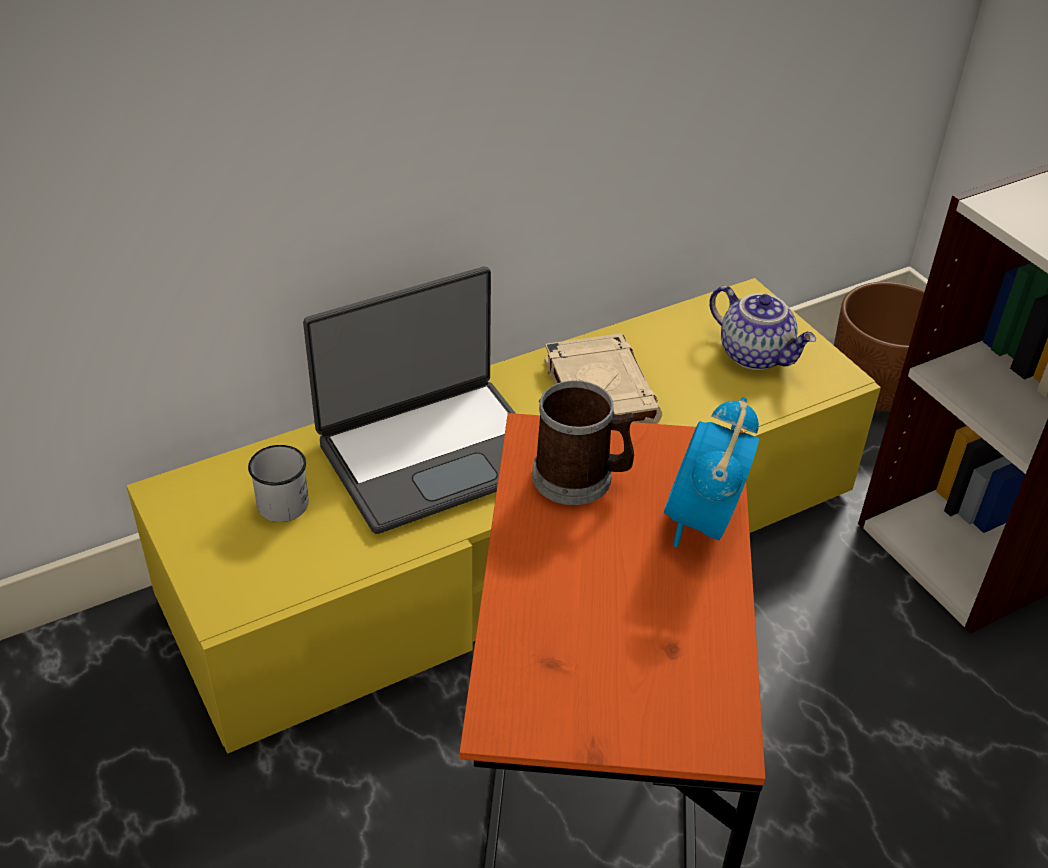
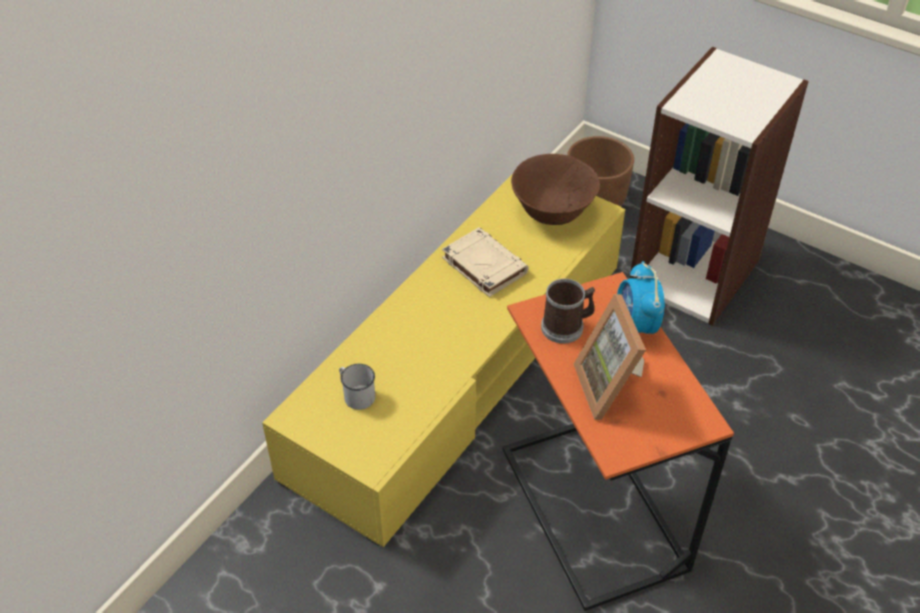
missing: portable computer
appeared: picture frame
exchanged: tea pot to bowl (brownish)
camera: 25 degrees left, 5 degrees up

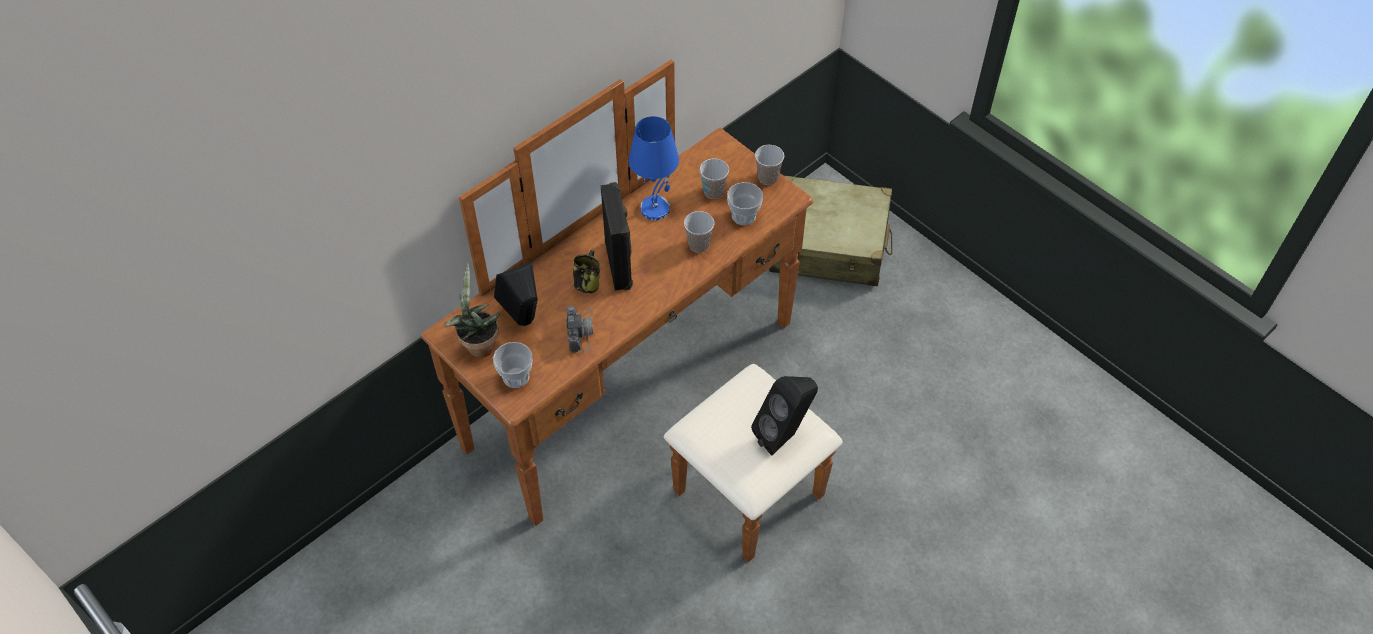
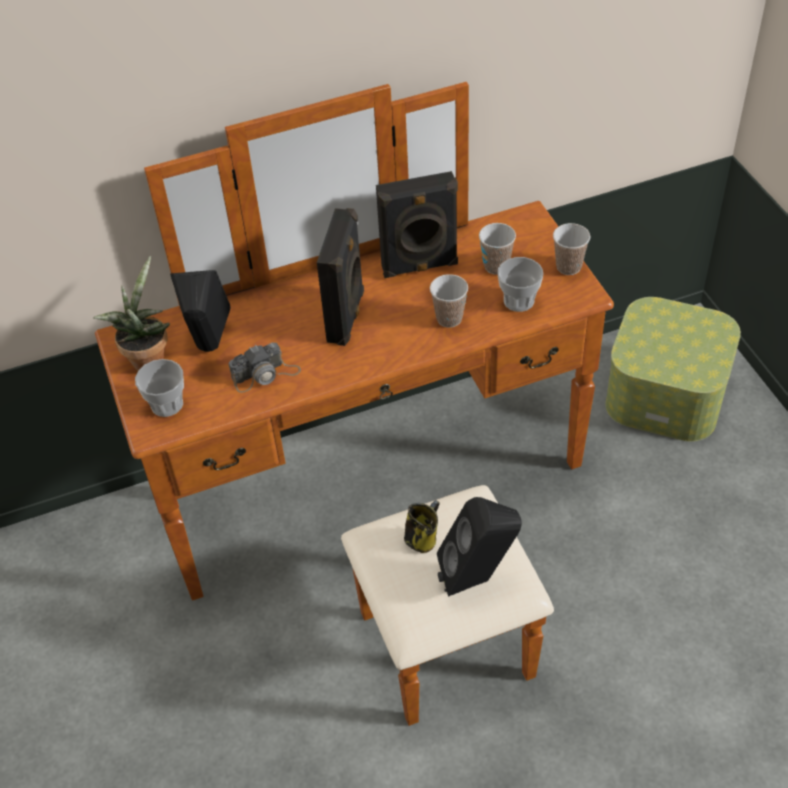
relocated: mug
exchanged: table lamp (bluish) to speaker (black) (no. 3 from left); travel case (beige-coloured) to storage bin
spun: still camera 45 degrees clockwise
camera: 25 degrees right, 5 degrees down

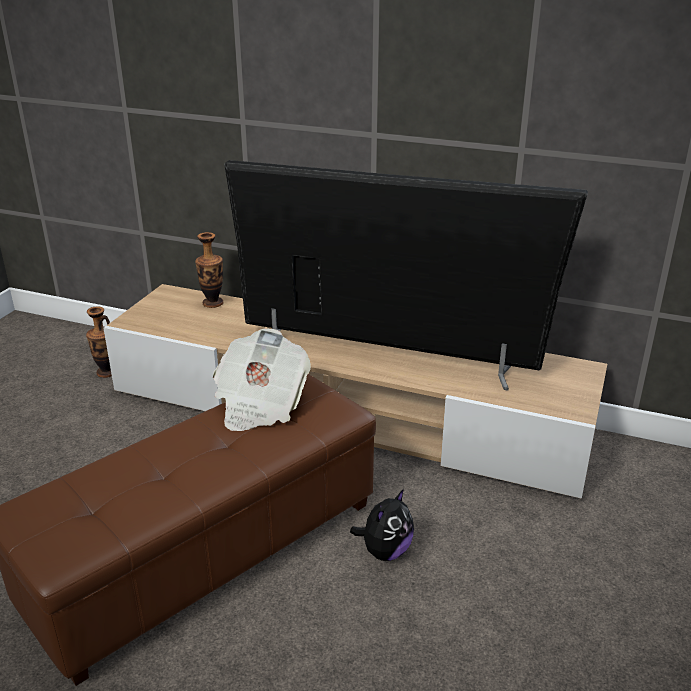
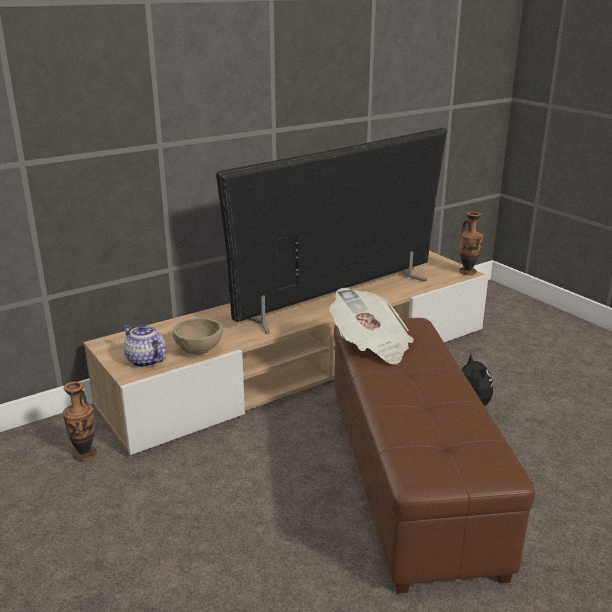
appeared: bowl (beige-coloured); tea pot
relocated: vase (no. 2 from left)
camera: 55 degrees left, 5 degrees down

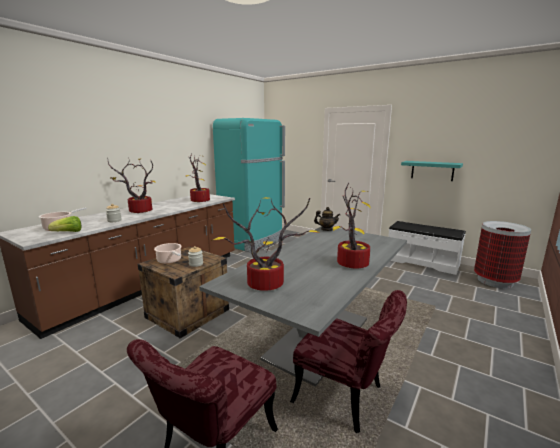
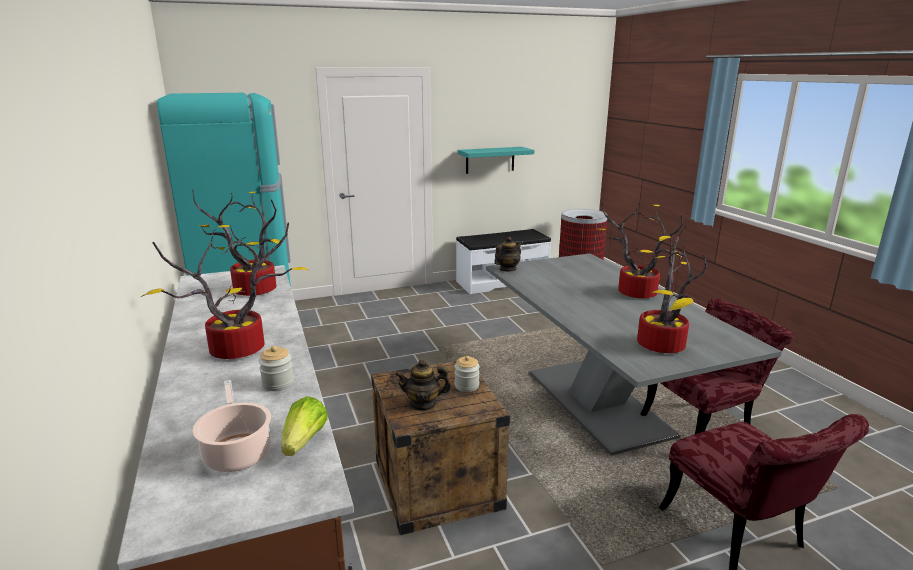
exchanged: saucepot (no. 2 from left) to tea pot (no. 1 from left)
camera: 55 degrees left, 5 degrees up

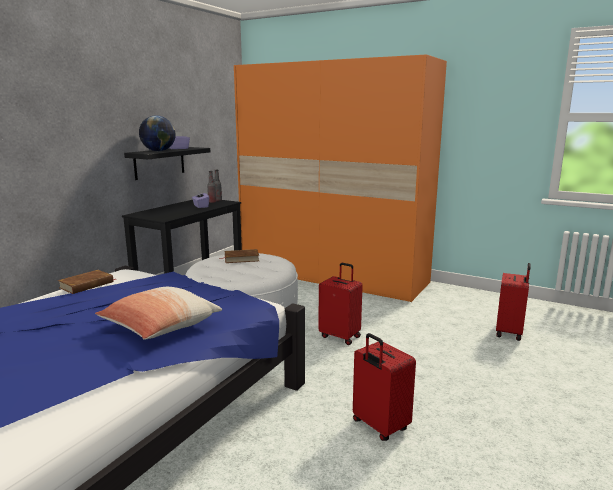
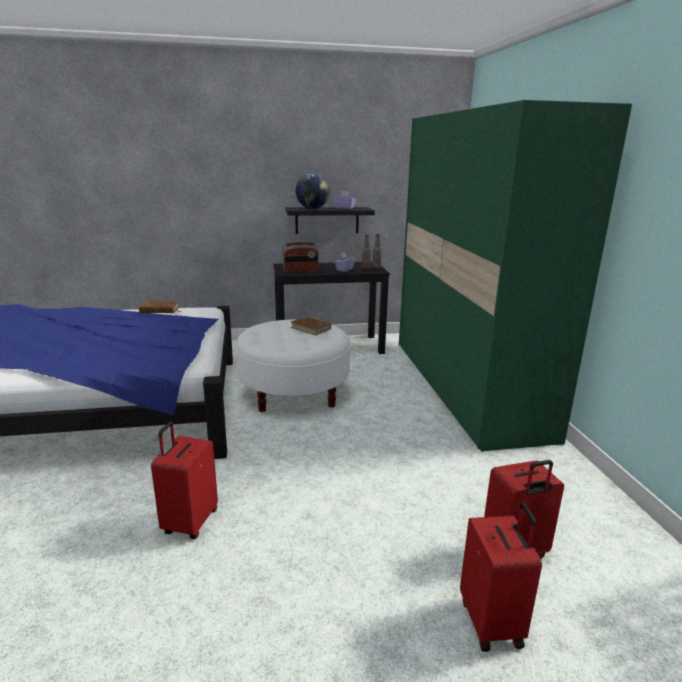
missing: throw pillow
appeared: radio set
relocated: travel case (red-coloured) (no. 1 from left in the first image) to travel case (red-coloured) (no. 2 from left)
colour: clothes cupboard (orangey) to clothes cupboard (greenish)
camera: 50 degrees right, 5 degrees up

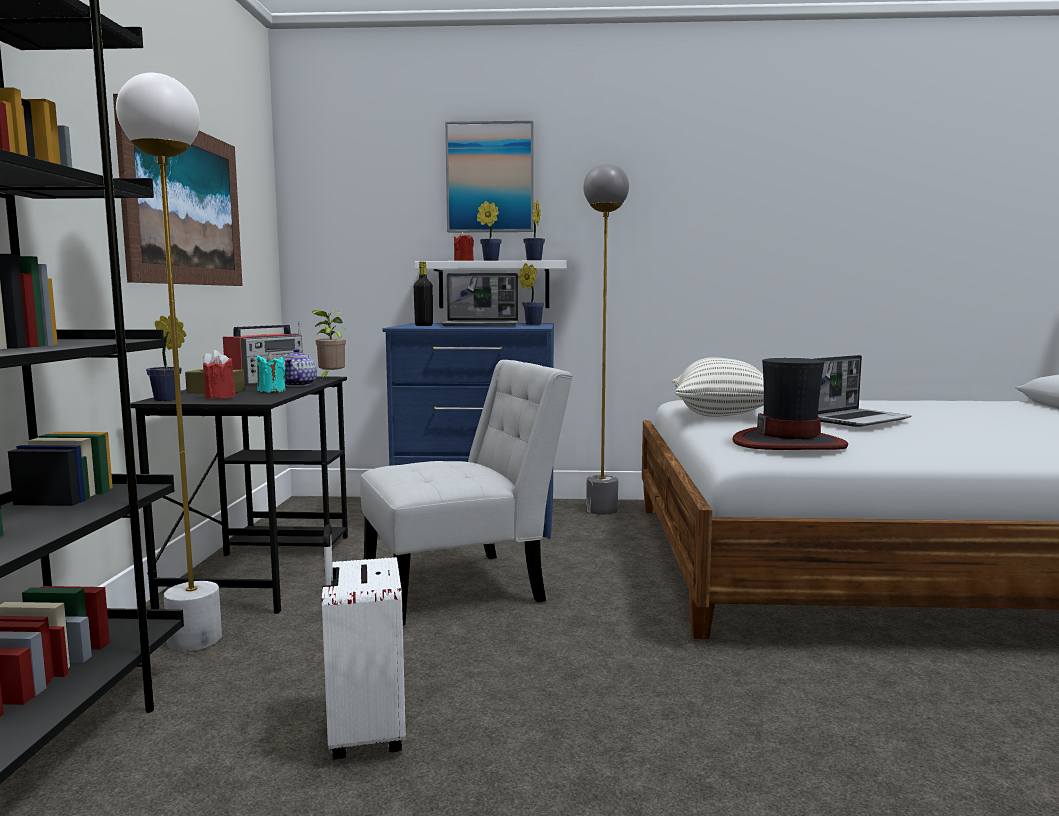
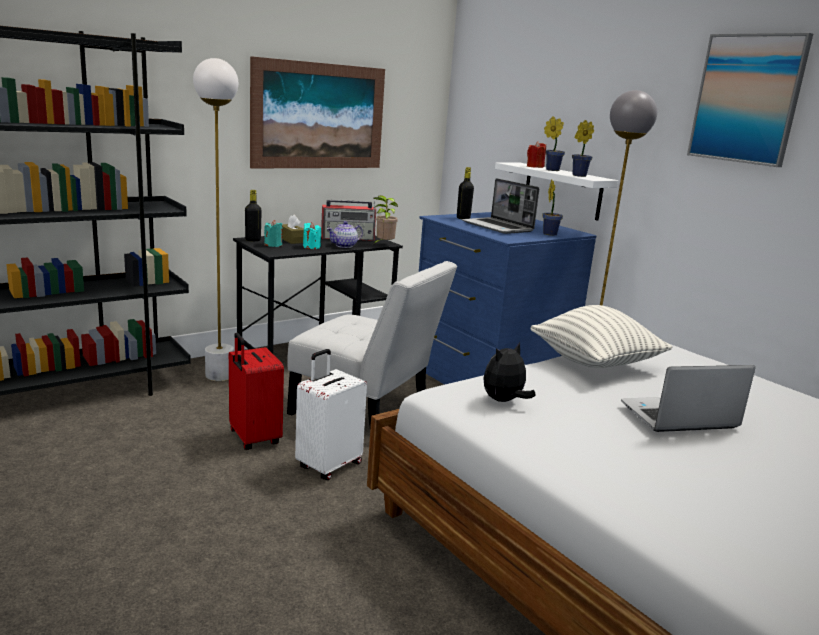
appeared: travel case (red-coloured)
relocated: wall picture (no. 2 from left); travel case (white)
exchanged: potted plant (no. 1 from left) to bottle (black) (no. 1 from left); clothing hat to plush toy
colour: wax candle (red-coloured) (no. 1 from left) to wax candle (turquoise-coloured) (no. 1 from left)
spun: portable computer (no. 2 from left) 150 degrees clockwise
camera: 50 degrees right, 10 degrees up

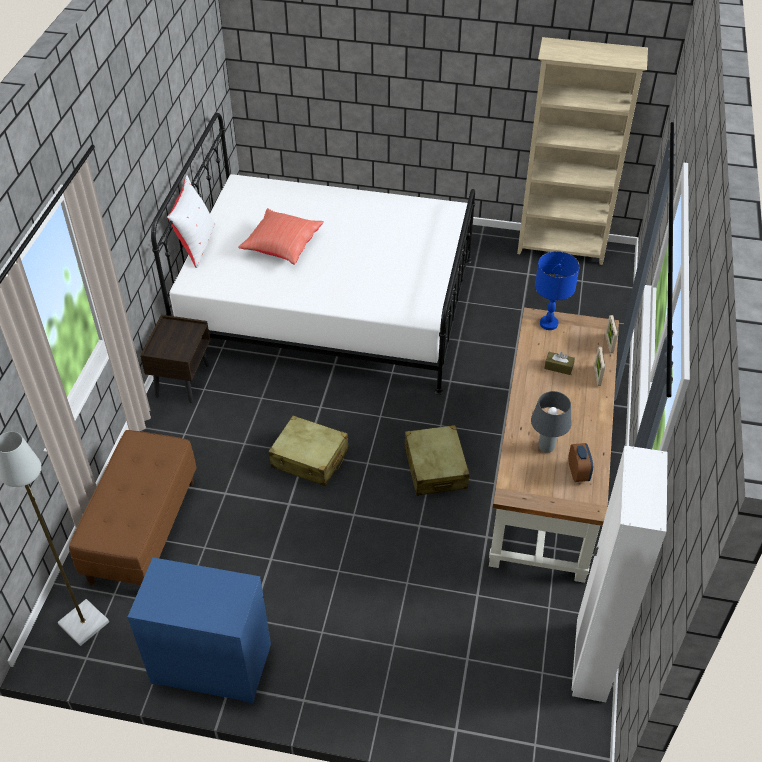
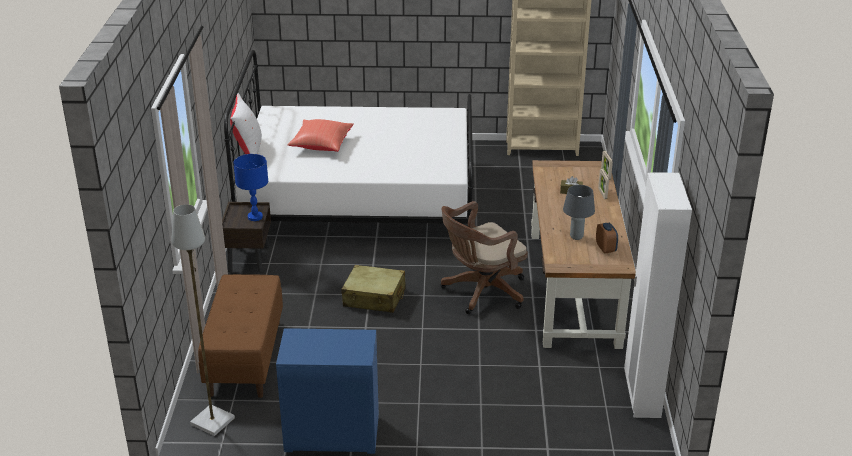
relocated: table lamp (bluish)
exchanged: travel case (beige-coloured) (no. 2 from left) to desk chair (brownish)
camera: 10 degrees left, 15 degrees down

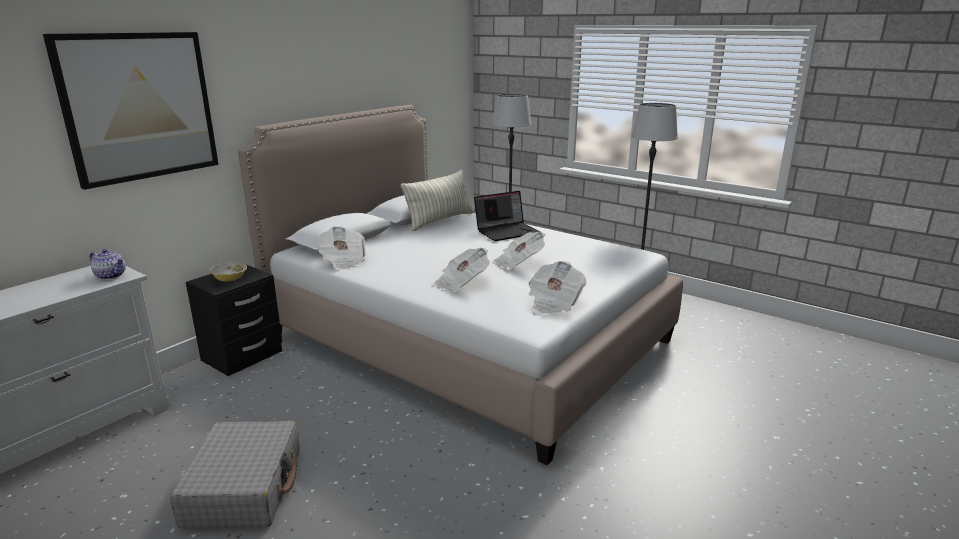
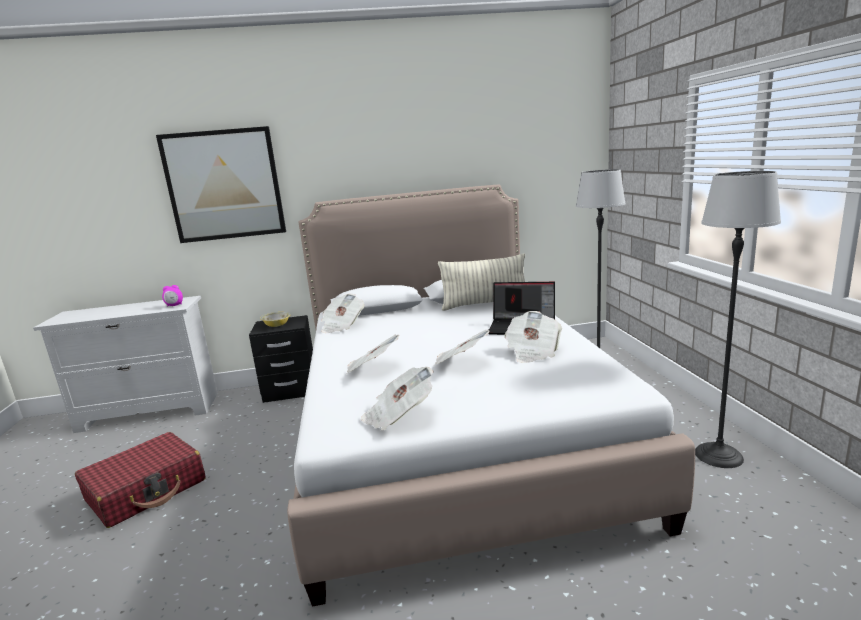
appeared: daily paper (no. 5 from left)
exchanged: tea pot to alarm clock
colour: travel case (gray) to travel case (red-coloured)
camera: 45 degrees right, 5 degrees down

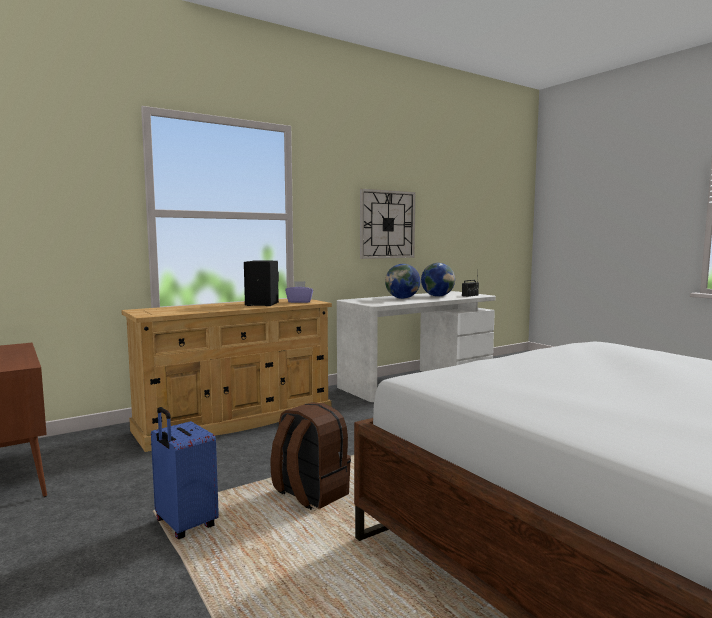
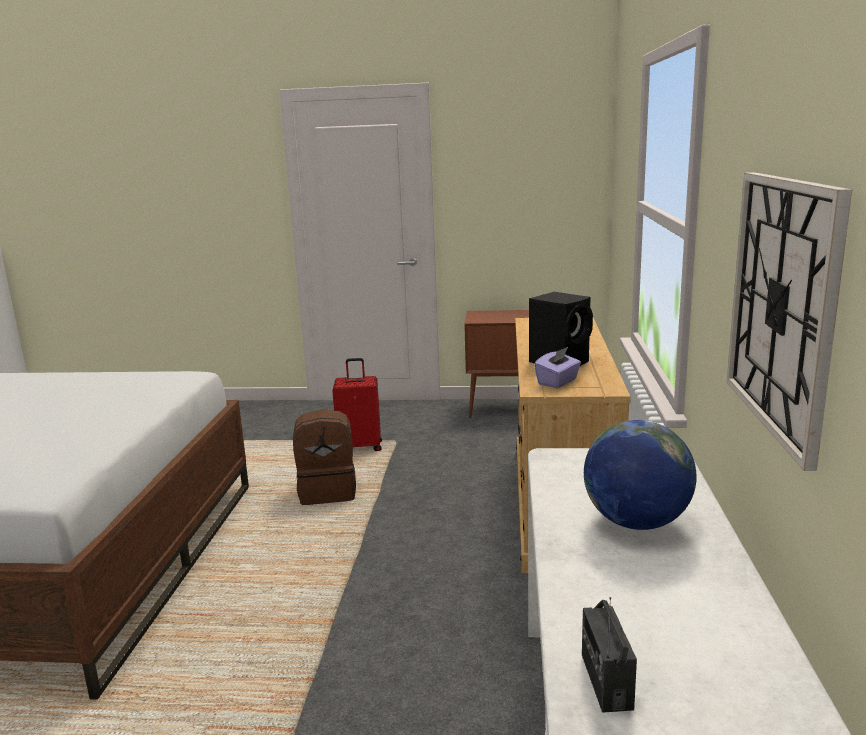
missing: desk globe (no. 2 from left)
colour: travel case (bluish) to travel case (red-coloured)
camera: 130 degrees right, 10 degrees up

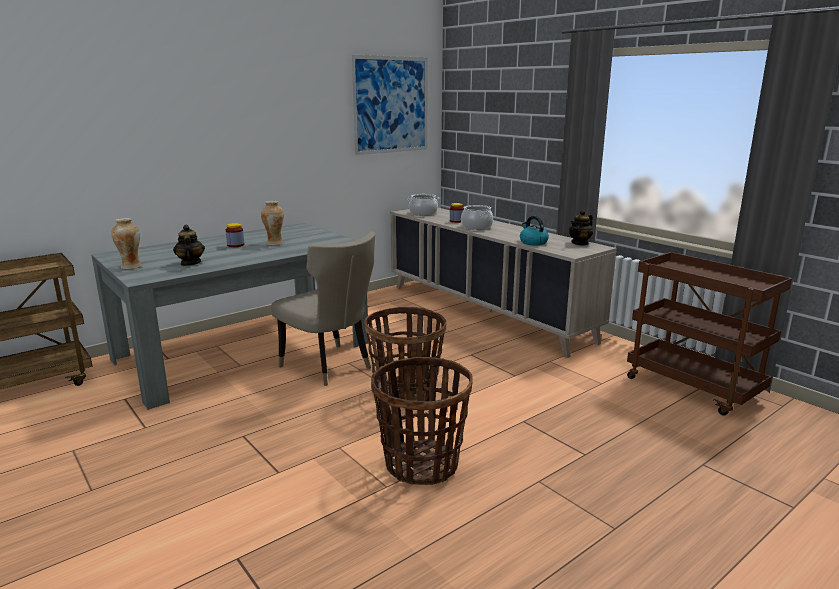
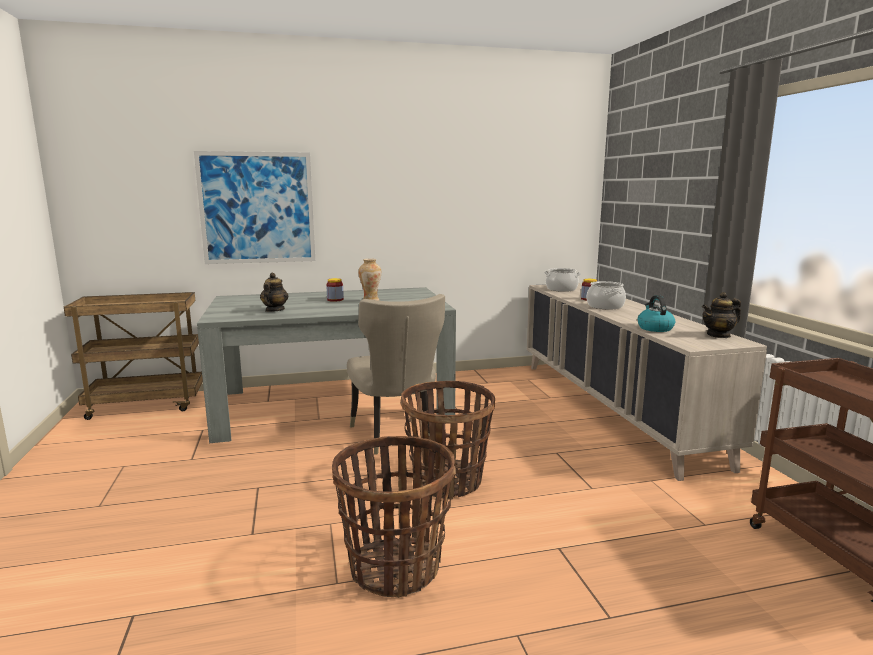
missing: vase (no. 1 from left)
relocated: wall picture
camera: 25 degrees right, 5 degrees down

